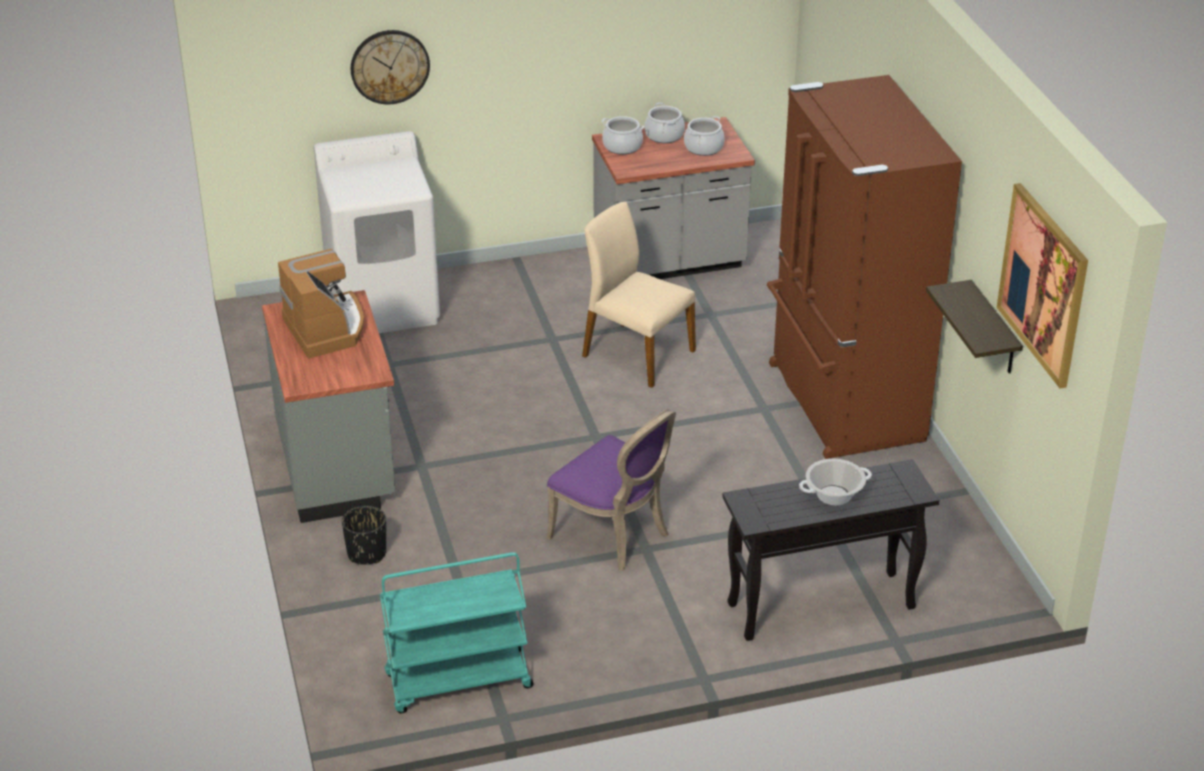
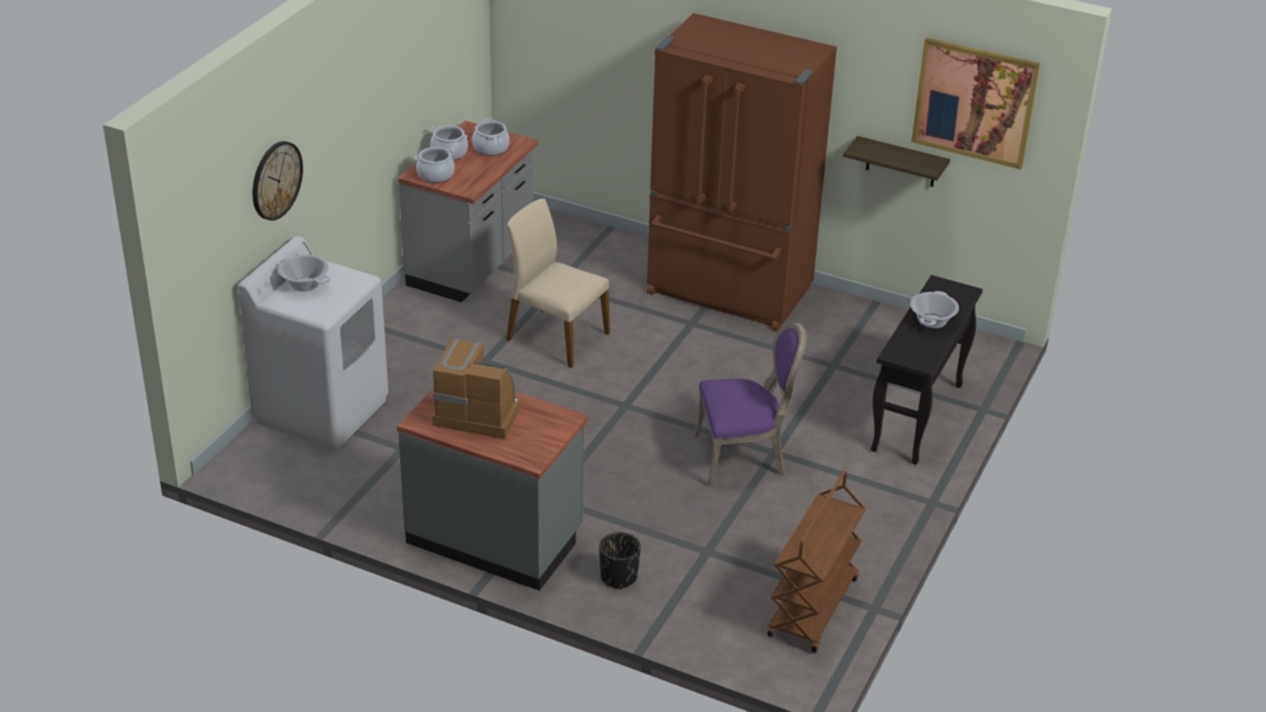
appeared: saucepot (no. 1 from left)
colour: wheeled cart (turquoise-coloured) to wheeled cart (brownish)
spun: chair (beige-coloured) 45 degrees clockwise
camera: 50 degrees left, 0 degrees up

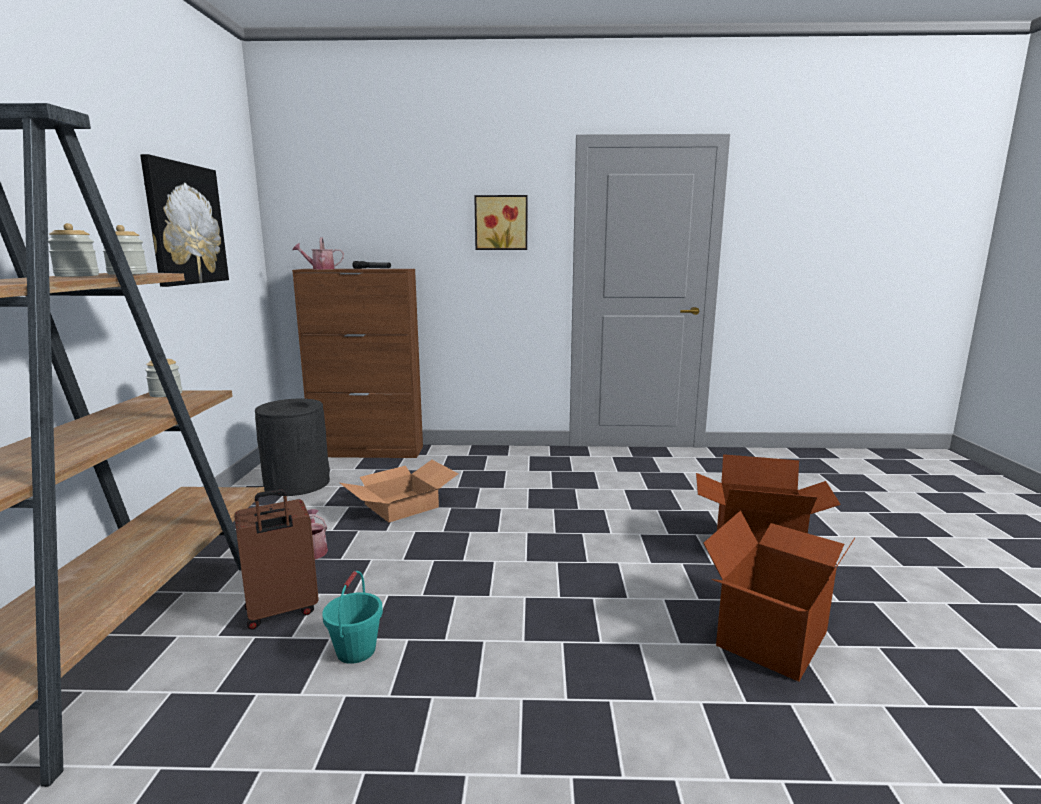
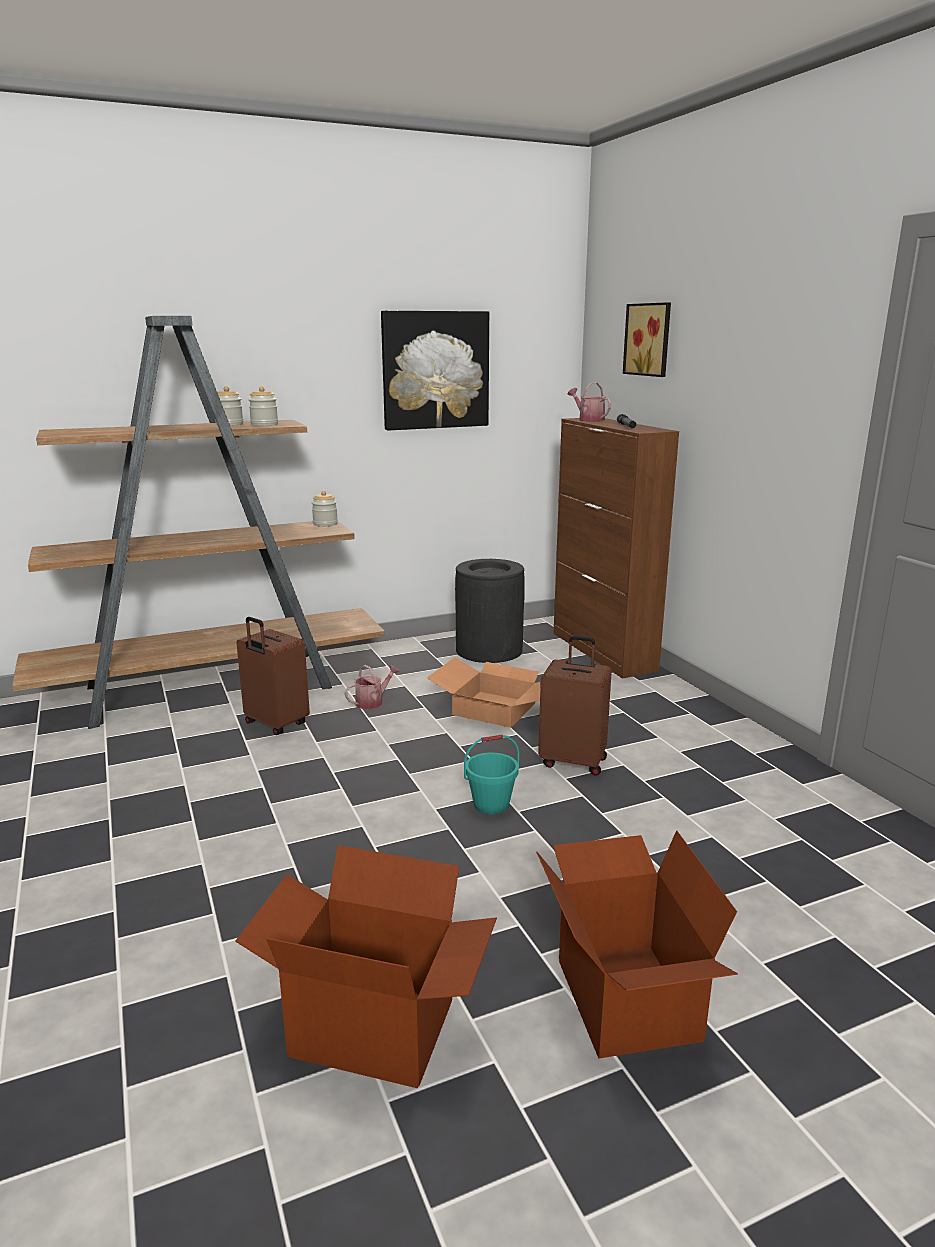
appeared: travel case (brownish) (no. 2 from left)
relocated: wall picture (no. 2 from left); bucket (turquoise-coloured)
camera: 65 degrees right, 5 degrees up

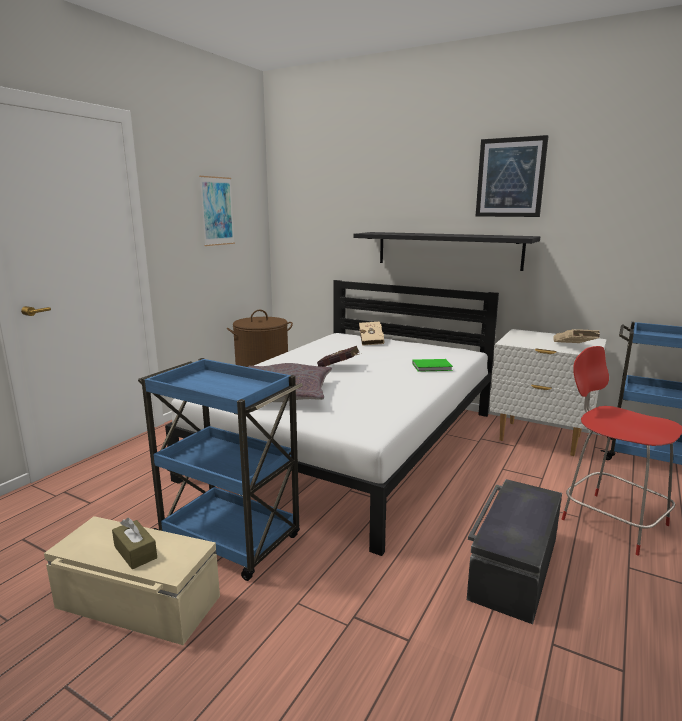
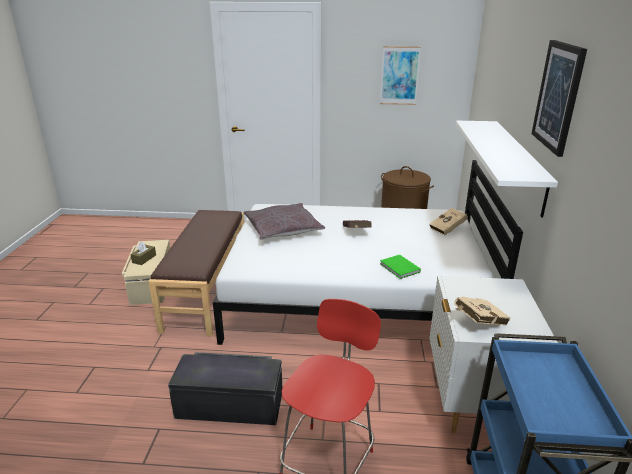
exchanged: wheeled cart (bluish) (no. 1 from left) to indoor bench (brownish)
colour: shelf (black) to shelf (white)
camera: 65 degrees right, 10 degrees up

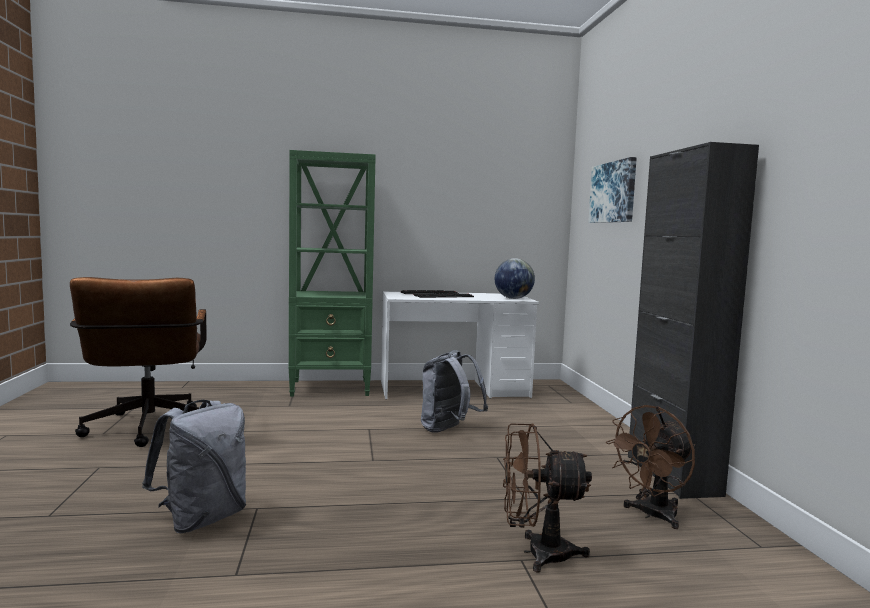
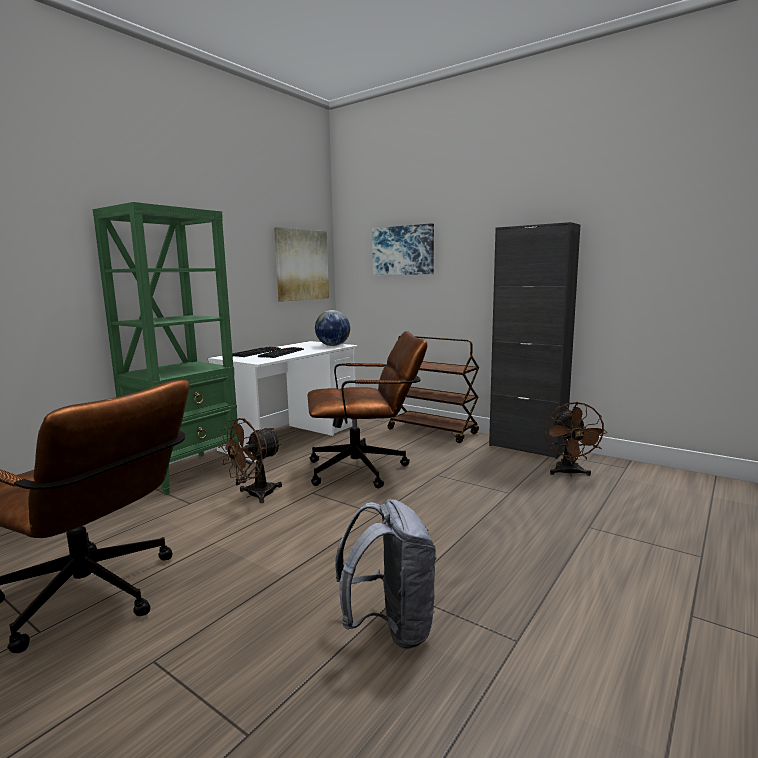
appeared: wall picture (no. 1 from left); wheeled cart (brownish)
relocated: electric fan (brownish) (no. 1 from left)
exchanged: backpack (gray) (no. 2 from left) to desk chair (brownish) (no. 2 from left)
camera: 45 degrees left, 5 degrees up

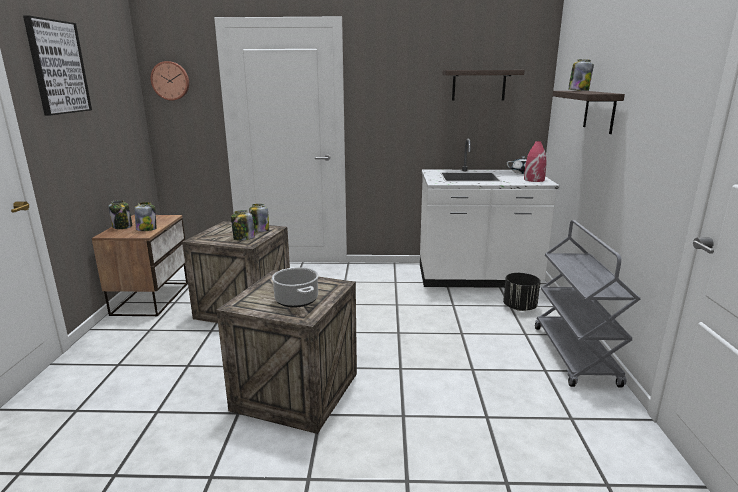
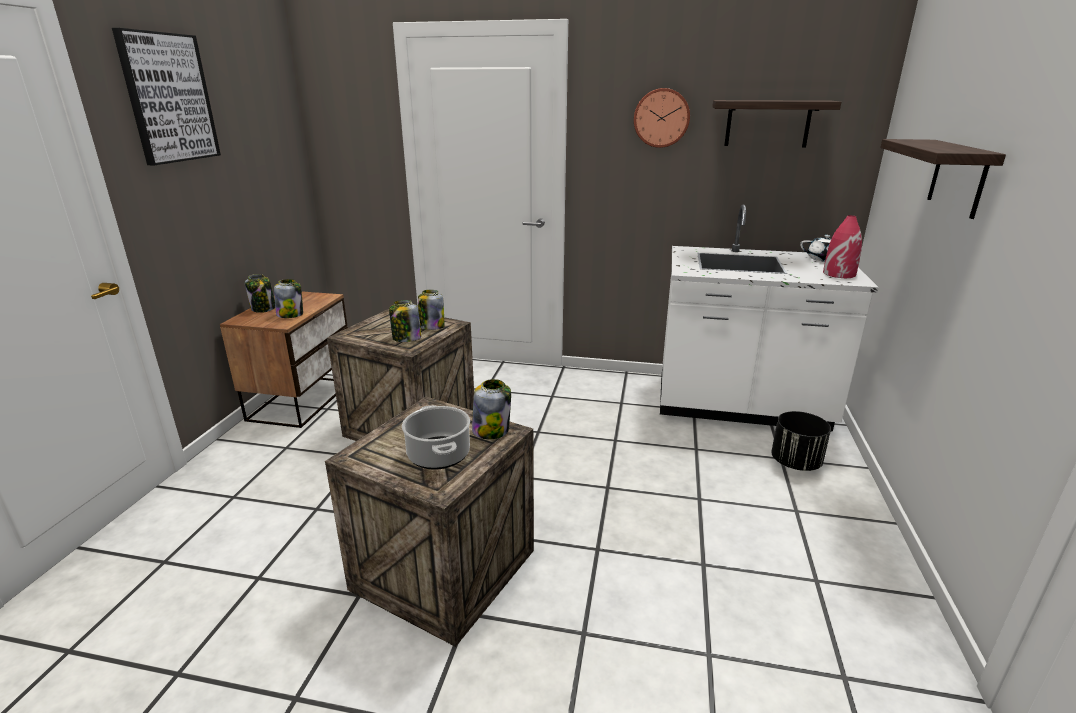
missing: wheeled cart (gray)
relocated: jar (no. 5 from left); hanging clock
camera: 10 degrees right, 5 degrees up

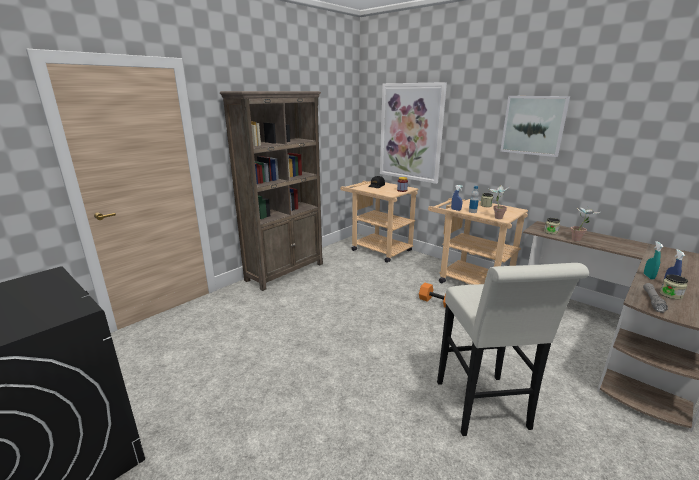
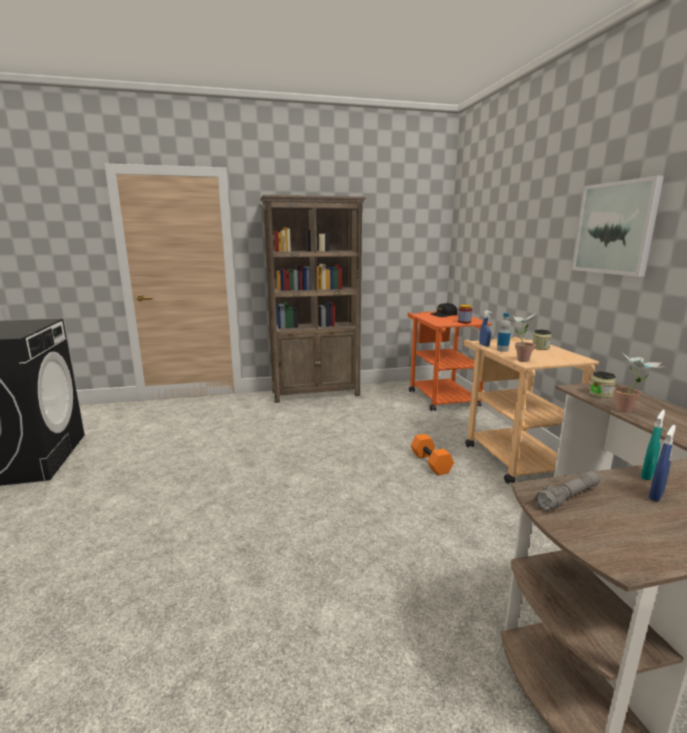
missing: wall picture (no. 1 from left); stool (white); jar (no. 4 from left)
colour: wheeled cart (beige-coloured) (no. 1 from left) to wheeled cart (orangey)
camera: 35 degrees right, 5 degrees down

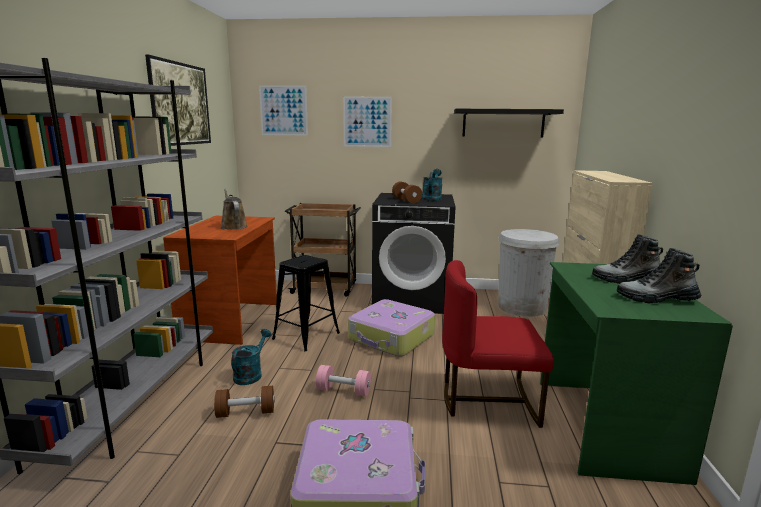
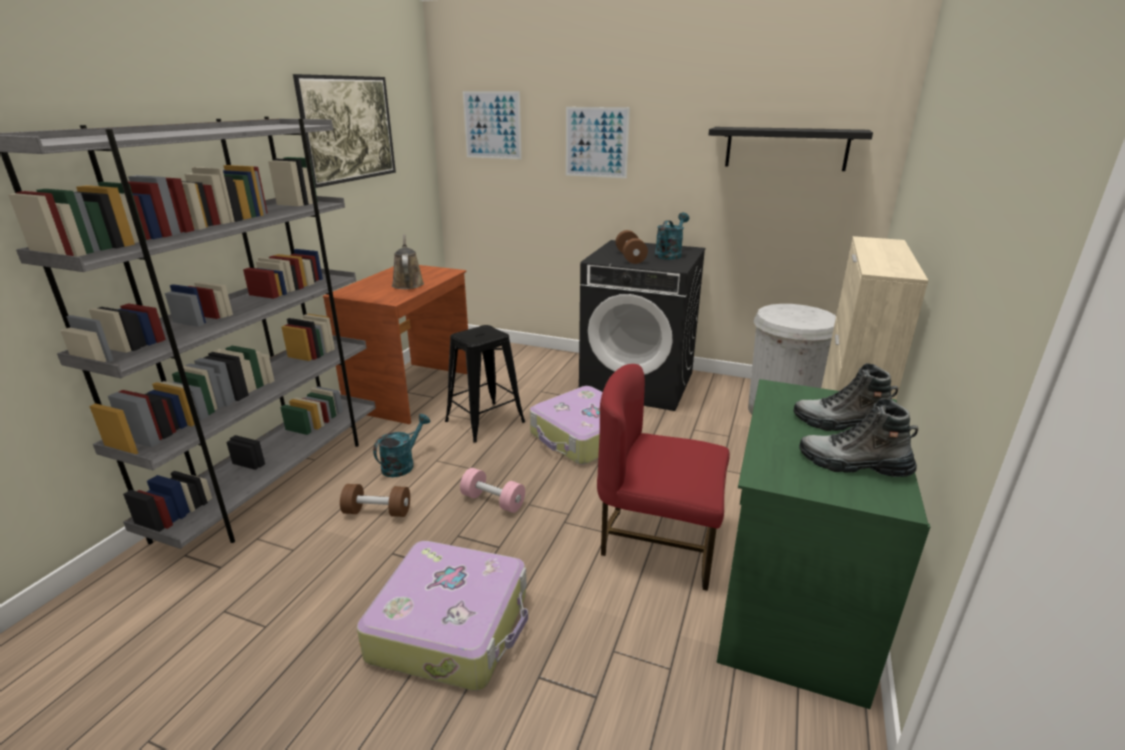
missing: wheeled cart (brownish)
camera: 15 degrees right, 10 degrees up

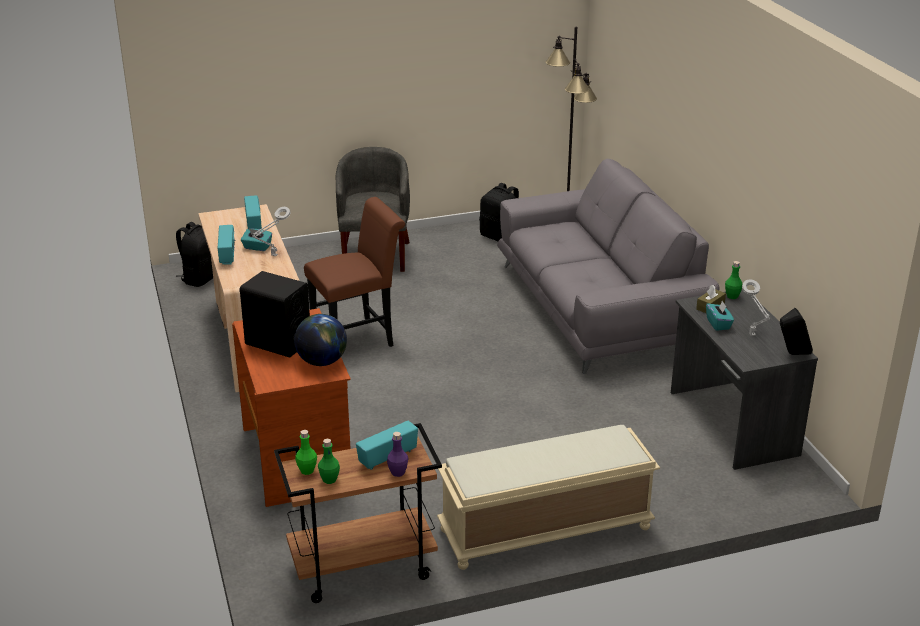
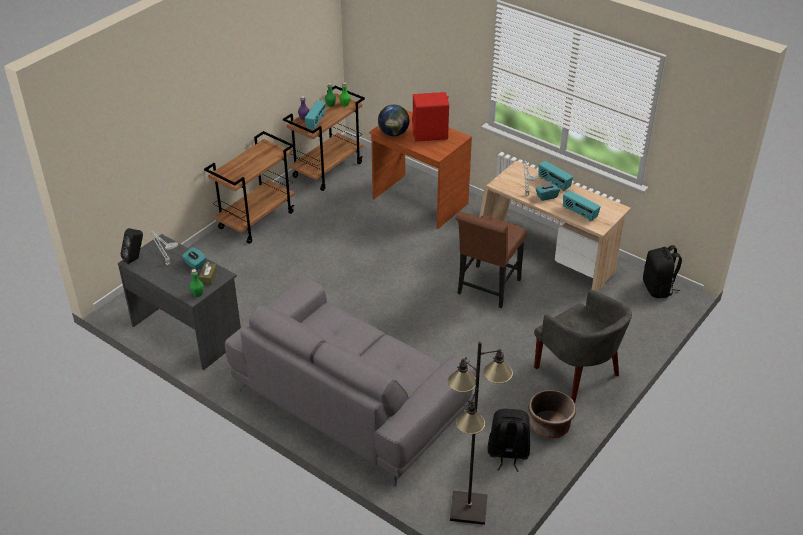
appeared: planter (brownish)
exchanged: indoor bench (beige-coloured) to wheeled cart (brownish) (no. 1 from left)
colour: speaker (black) (no. 1 from left) to speaker (red-coloured)
camera: 145 degrees right, 10 degrees up

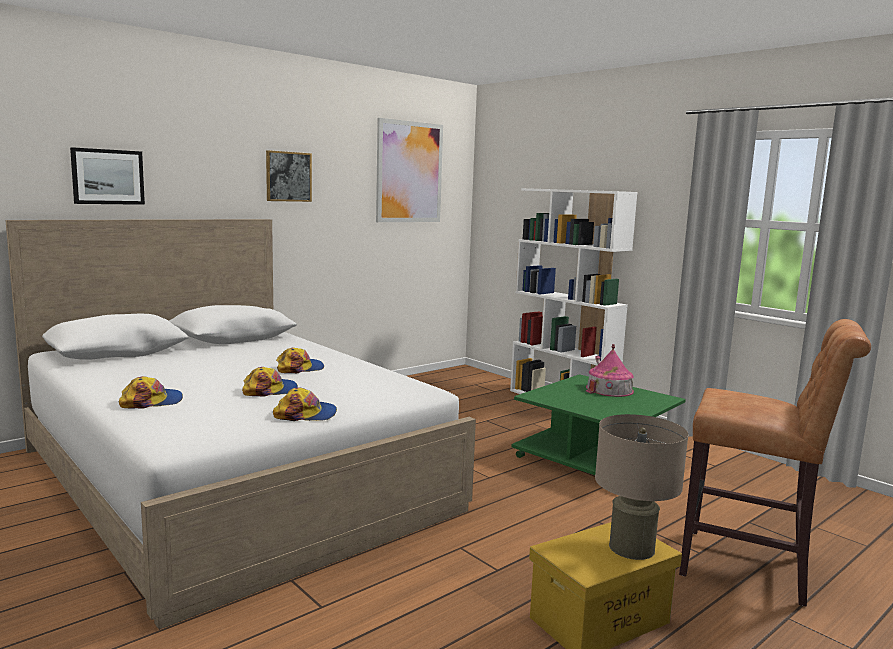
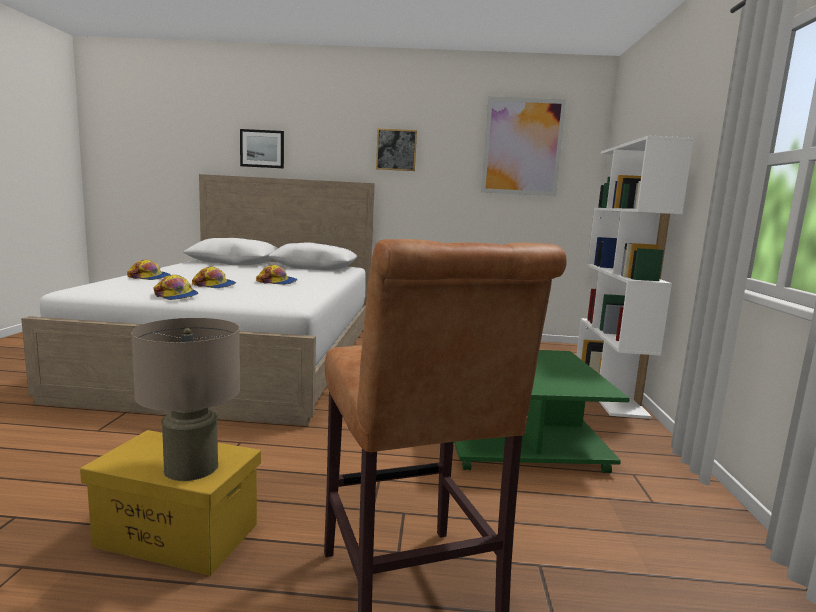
missing: toy house
camera: 45 degrees right, 0 degrees up

